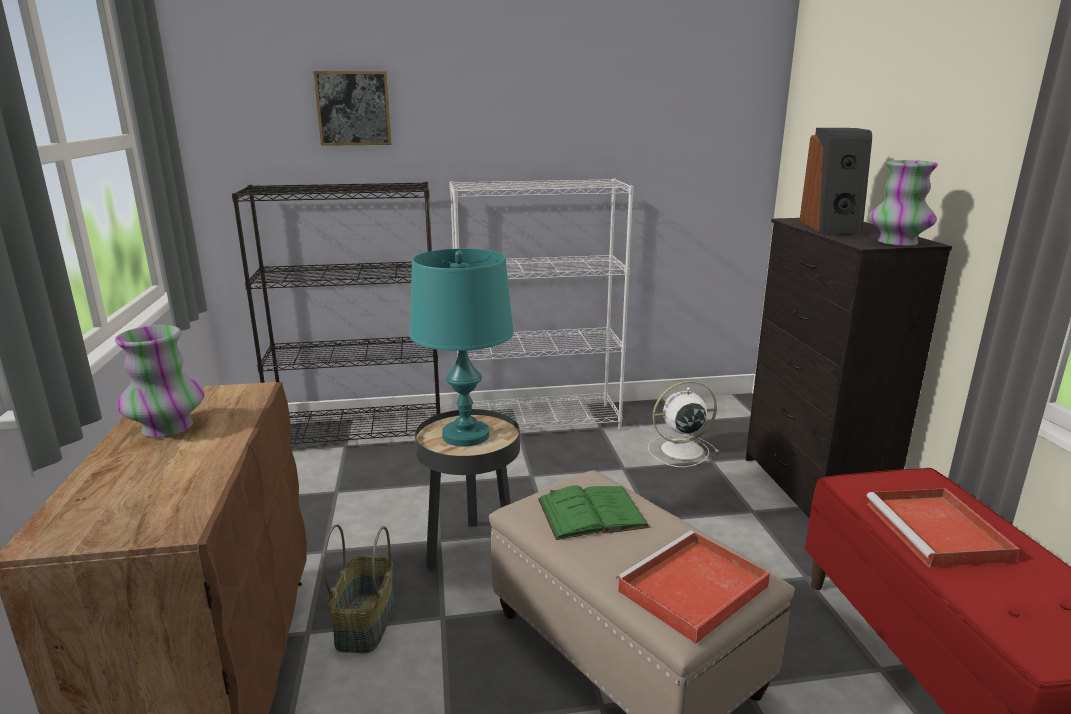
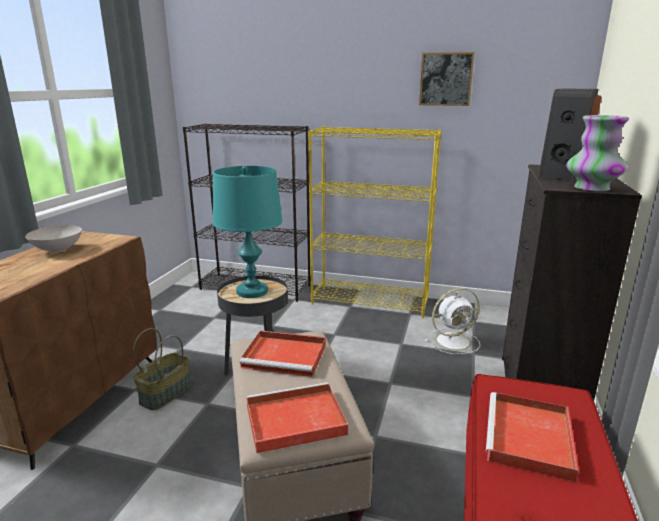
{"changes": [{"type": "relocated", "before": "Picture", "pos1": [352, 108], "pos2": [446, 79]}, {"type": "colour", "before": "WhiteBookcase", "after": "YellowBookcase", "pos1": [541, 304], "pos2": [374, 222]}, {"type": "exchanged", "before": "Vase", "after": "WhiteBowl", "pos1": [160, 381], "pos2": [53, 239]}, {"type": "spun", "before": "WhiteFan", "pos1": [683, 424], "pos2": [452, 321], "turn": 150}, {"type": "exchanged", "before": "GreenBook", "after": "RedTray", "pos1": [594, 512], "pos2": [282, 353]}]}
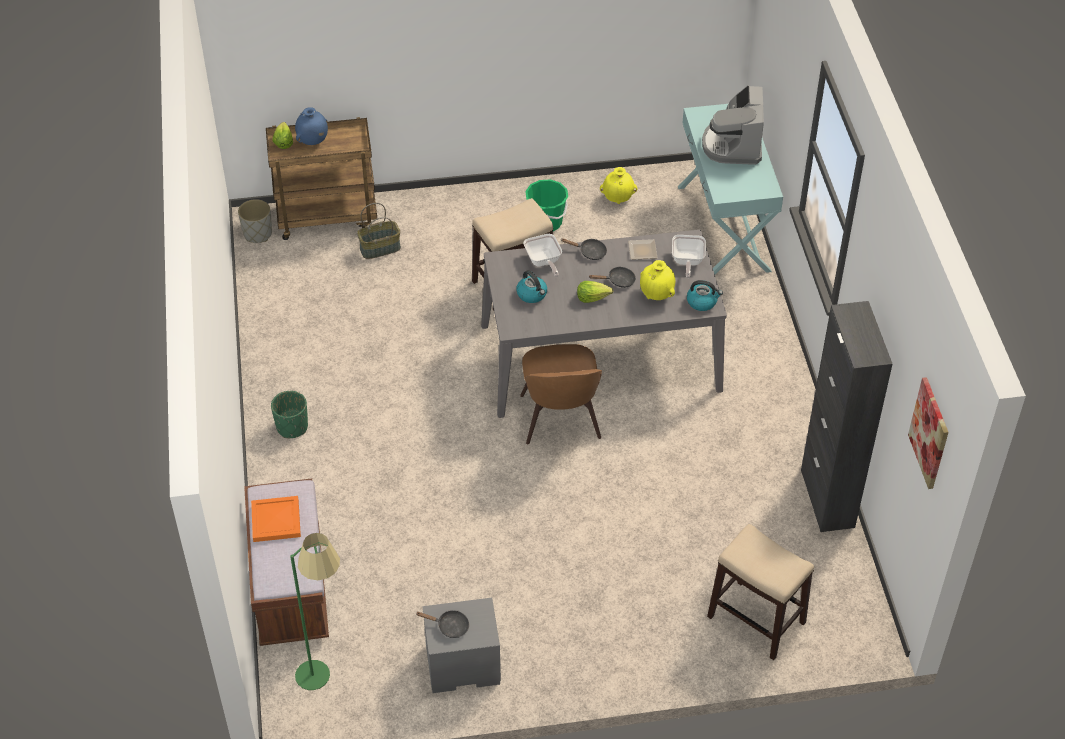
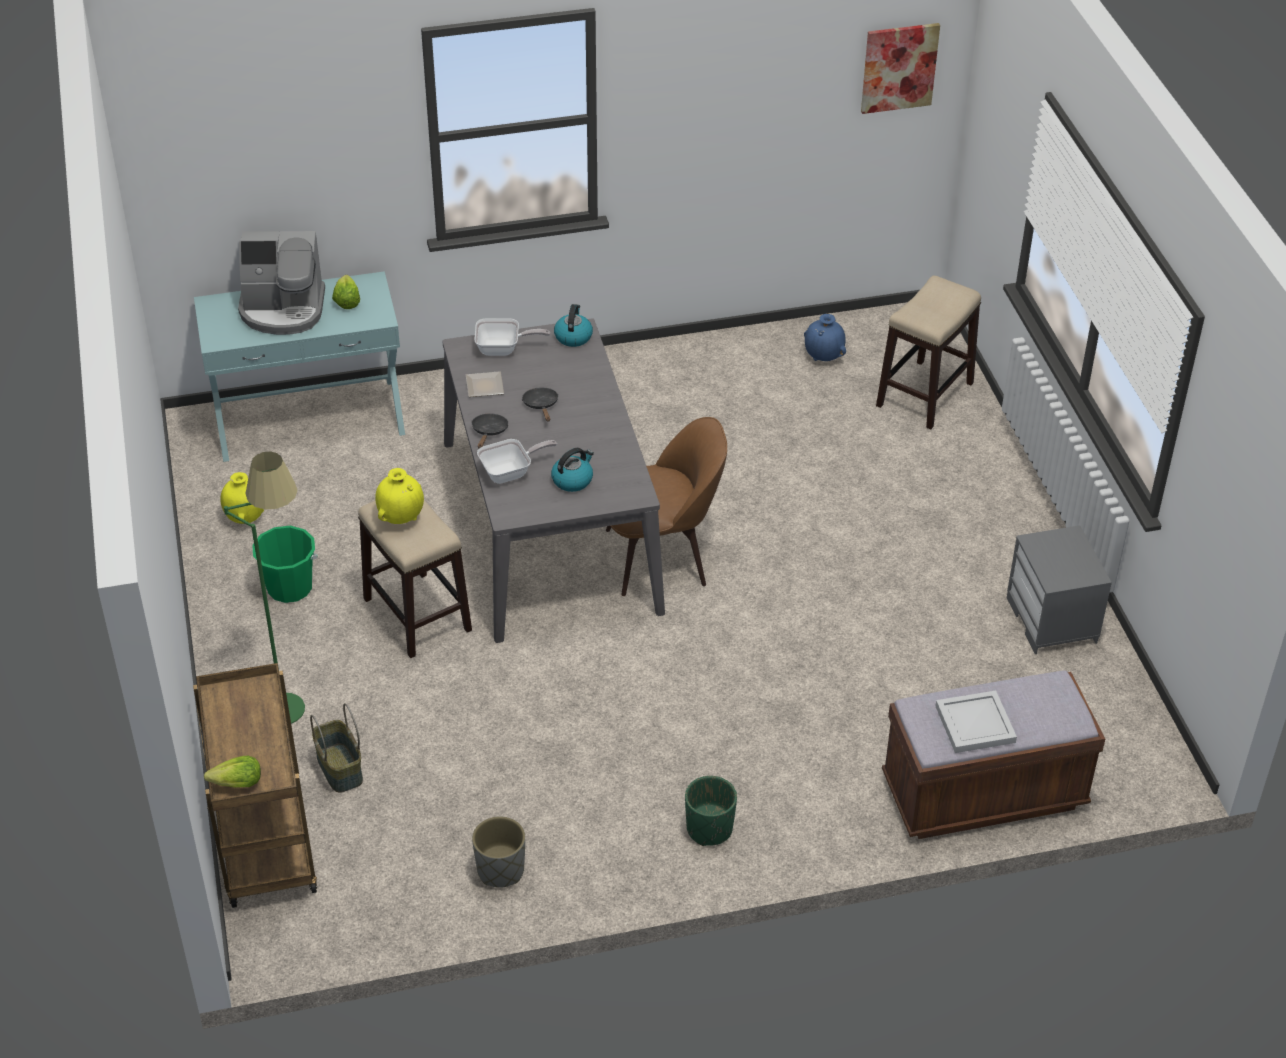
{"changes": [{"type": "relocated", "before": "BlueVase", "pos1": [311, 126], "pos2": [825, 337]}, {"type": "relocated", "before": "GreyPlanter", "pos1": [255, 221], "pos2": [498, 852]}, {"type": "relocated", "before": "YellowVase", "pos1": [657, 280], "pos2": [399, 496]}, {"type": "relocated", "before": "Lettuce", "pos1": [595, 292], "pos2": [346, 292]}, {"type": "missing", "before": "BlackCabinet", "pos1": [846, 416]}, {"type": "colour", "before": "OrangeTray", "after": "WhiteTray", "pos1": [276, 519], "pos2": [976, 722]}, {"type": "relocated", "before": "GreenFloorLamp", "pos1": [315, 611], "pos2": [264, 587]}, {"type": "missing", "before": "BlackFryingPan", "pos1": [442, 624]}]}
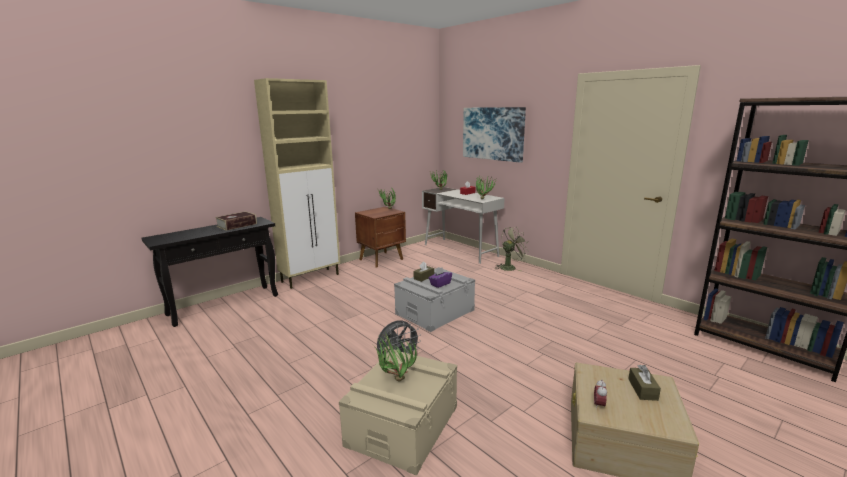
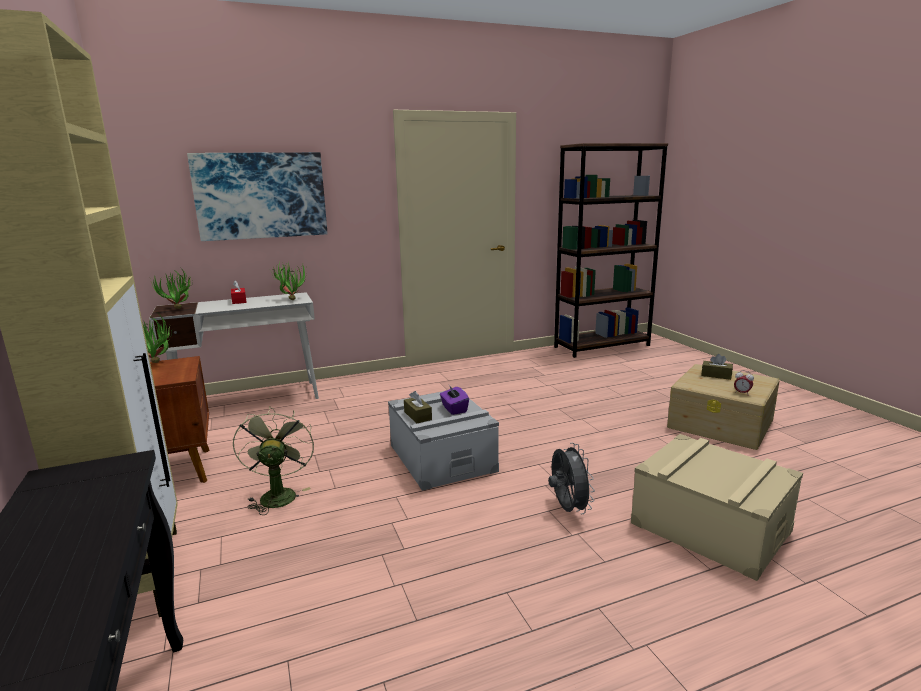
{"changes": [{"type": "missing", "before": "Book", "pos1": [236, 221]}, {"type": "relocated", "before": "GreenFan", "pos1": [512, 249], "pos2": [273, 460]}, {"type": "missing", "before": "PottedPlant", "pos1": [395, 357]}]}
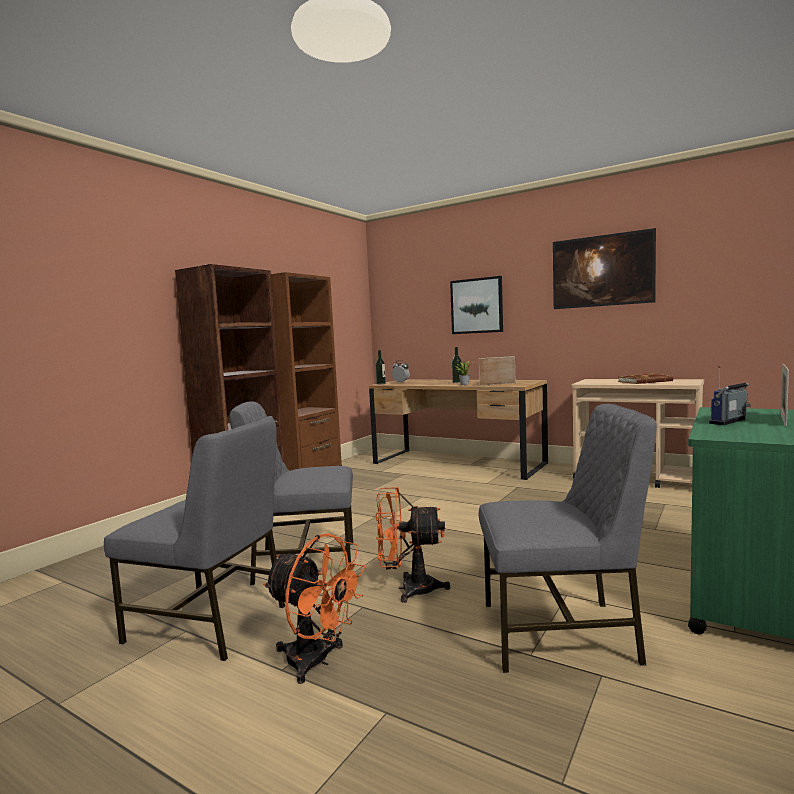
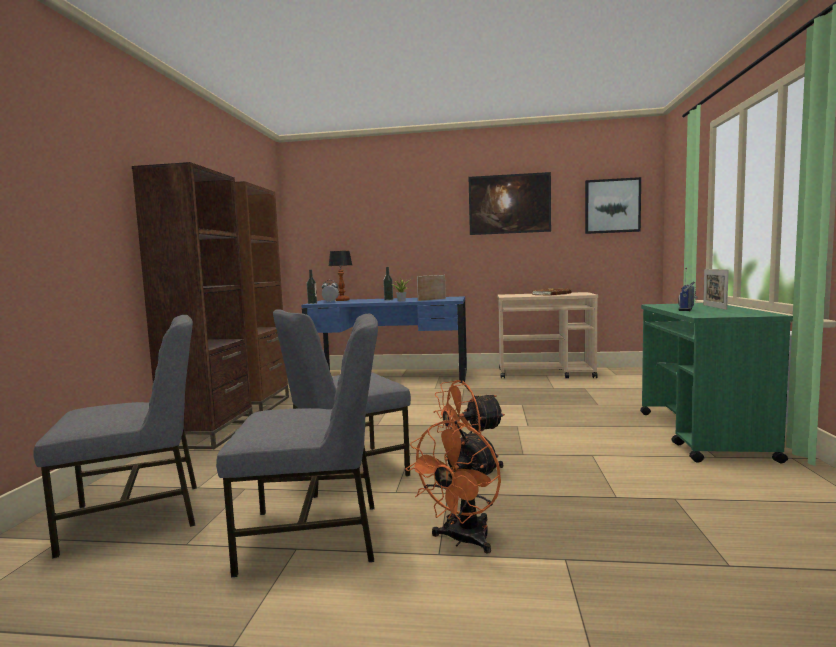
{"changes": [{"type": "relocated", "before": "Picture", "pos1": [476, 305], "pos2": [613, 205]}, {"type": "colour", "before": "BrownDesk", "after": "BlueDesk", "pos1": [458, 430], "pos2": [384, 339]}, {"type": "relocated", "before": "GreyChair", "pos1": [567, 538], "pos2": [115, 437]}, {"type": "spun", "before": "OrangeFan", "pos1": [314, 608], "pos2": [453, 487], "turn": 120}, {"type": "appeared", "after": "TableLamp", "pos2": [340, 276]}]}
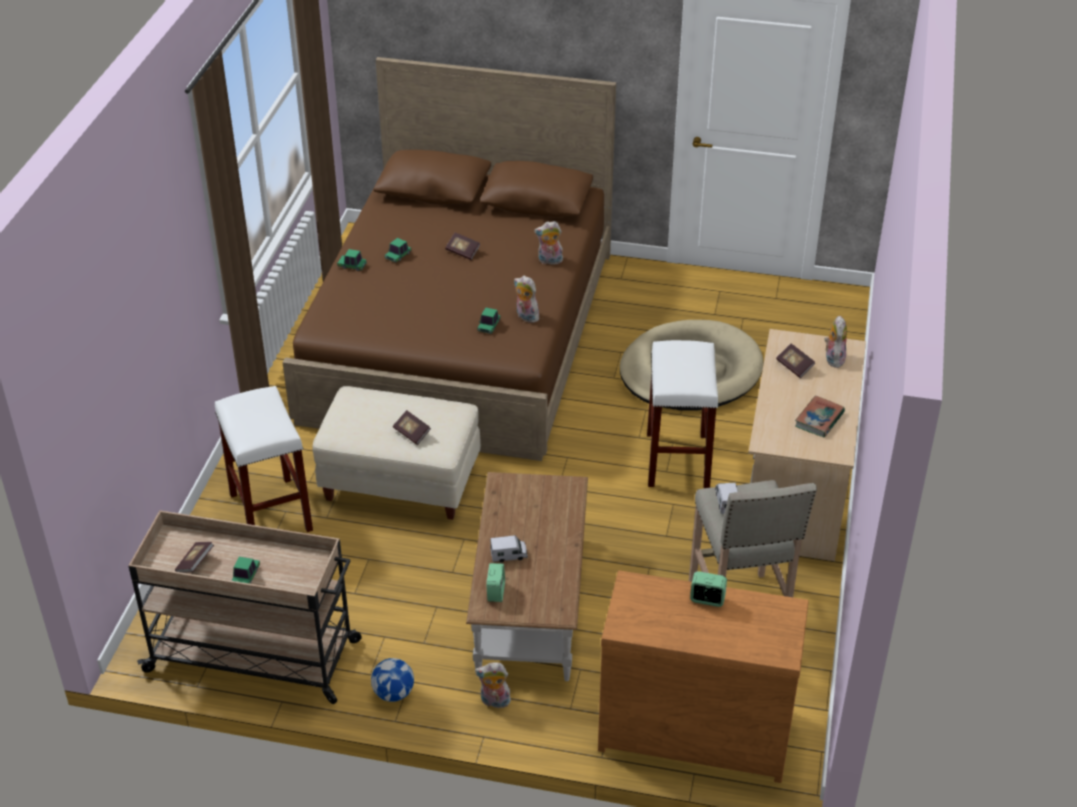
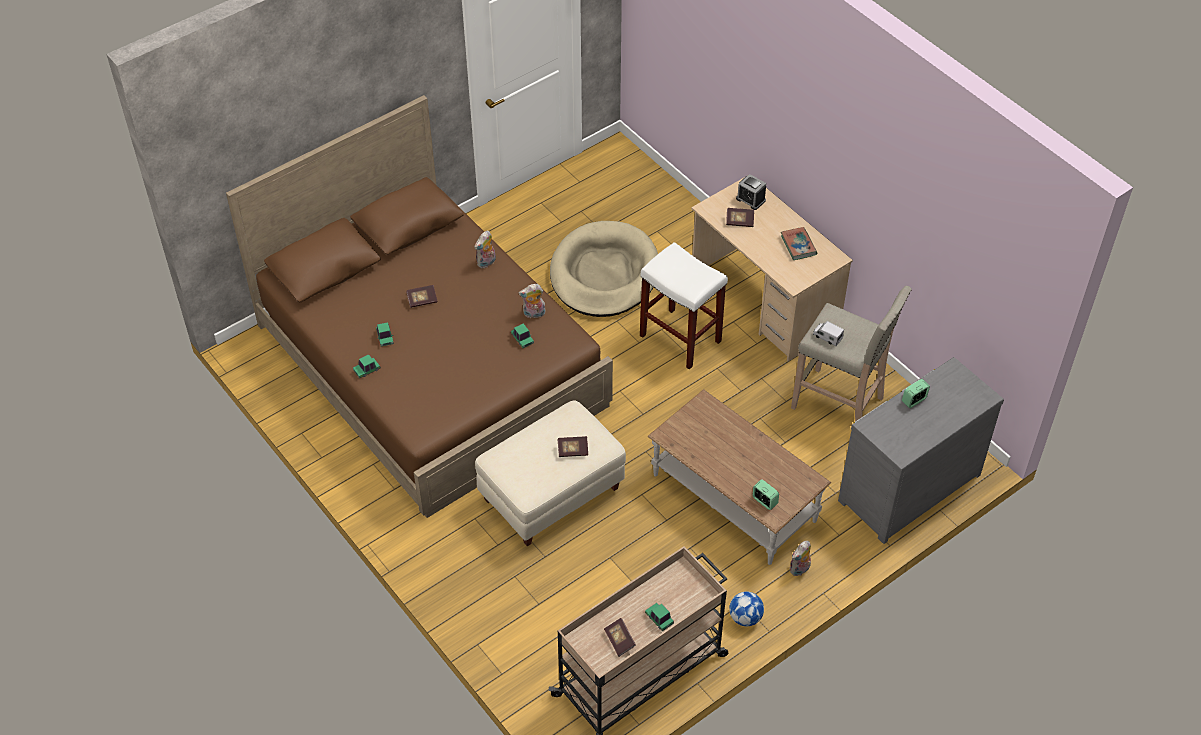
{"changes": [{"type": "exchanged", "before": "PlushToy", "after": "AlarmClock", "pos1": [835, 342], "pos2": [751, 192]}, {"type": "missing", "before": "WhiteStool", "pos1": [264, 459]}, {"type": "missing", "before": "ToyTruck", "pos1": [509, 549]}, {"type": "colour", "before": "BrownDresser", "after": "GreyDresser", "pos1": [703, 676], "pos2": [921, 450]}]}
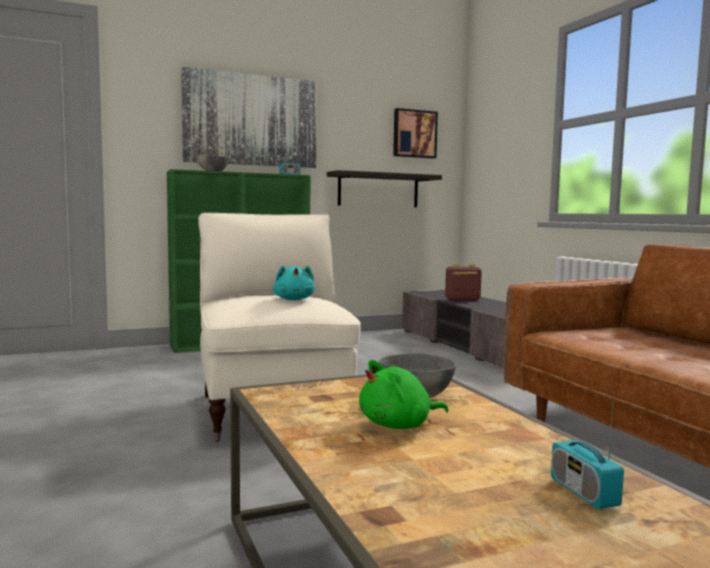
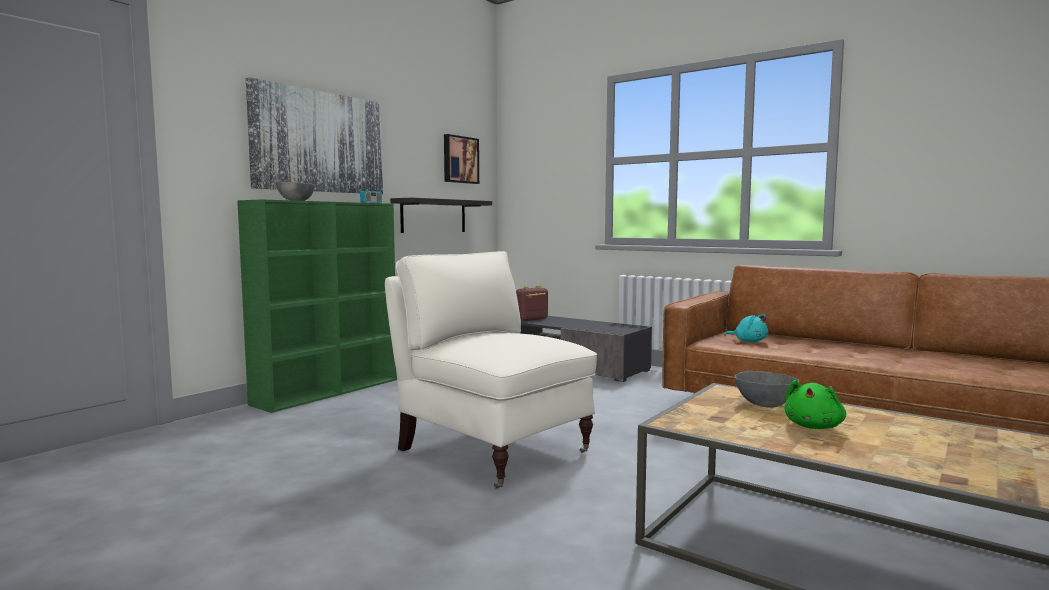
{"changes": [{"type": "relocated", "before": "TurquoisePlushToy", "pos1": [294, 282], "pos2": [746, 328]}, {"type": "missing", "before": "Radio", "pos1": [587, 448]}]}
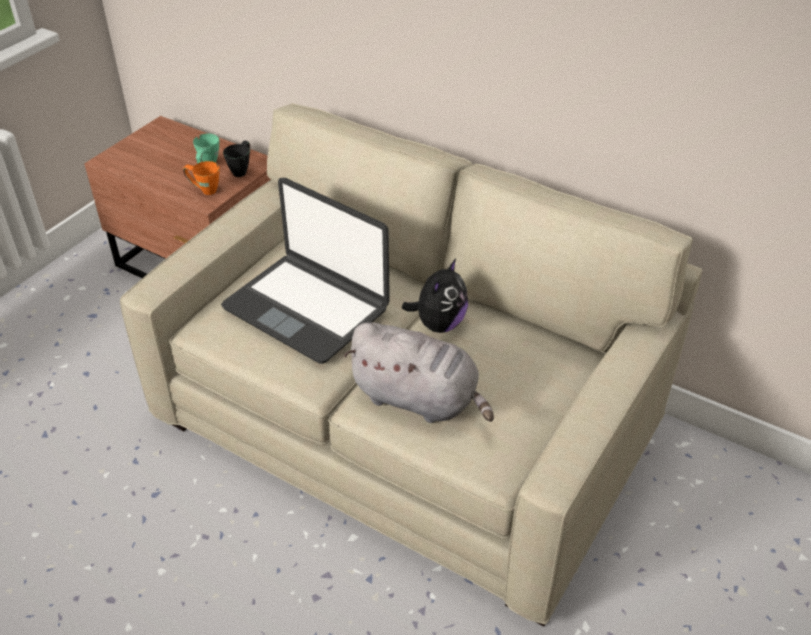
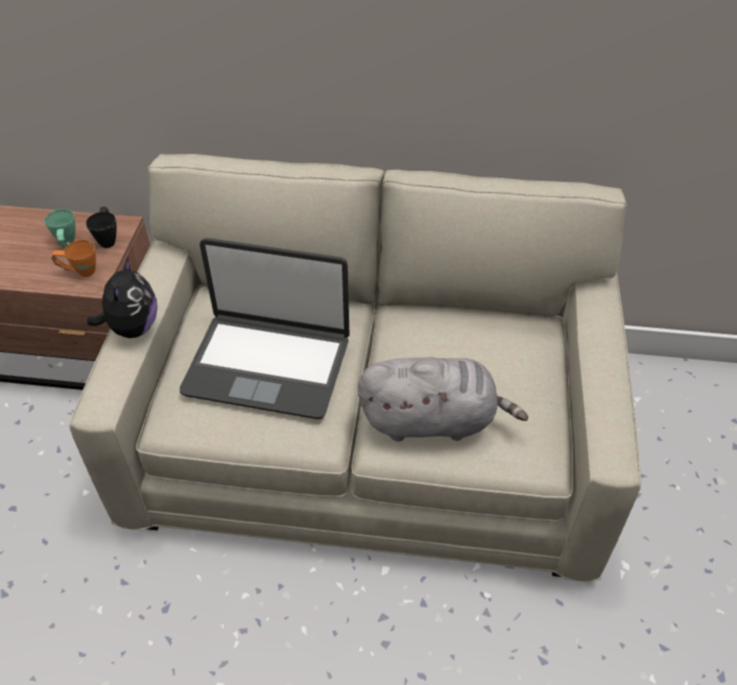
{"changes": [{"type": "relocated", "before": "PlushToy", "pos1": [435, 295], "pos2": [122, 297]}]}
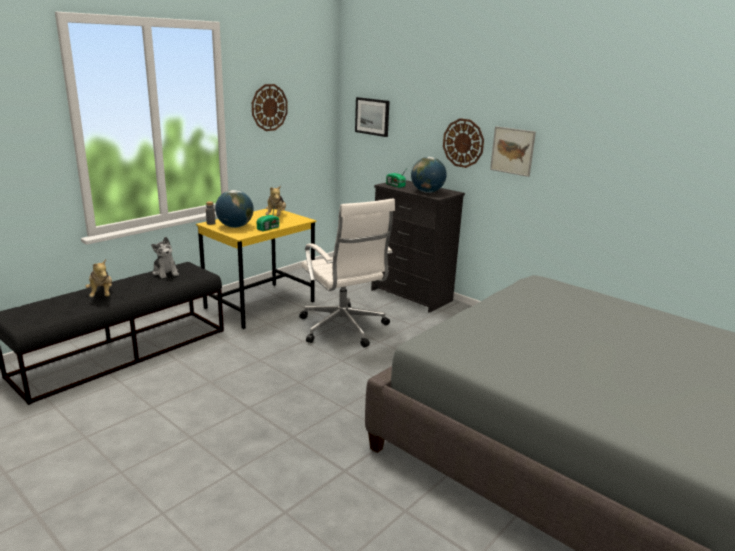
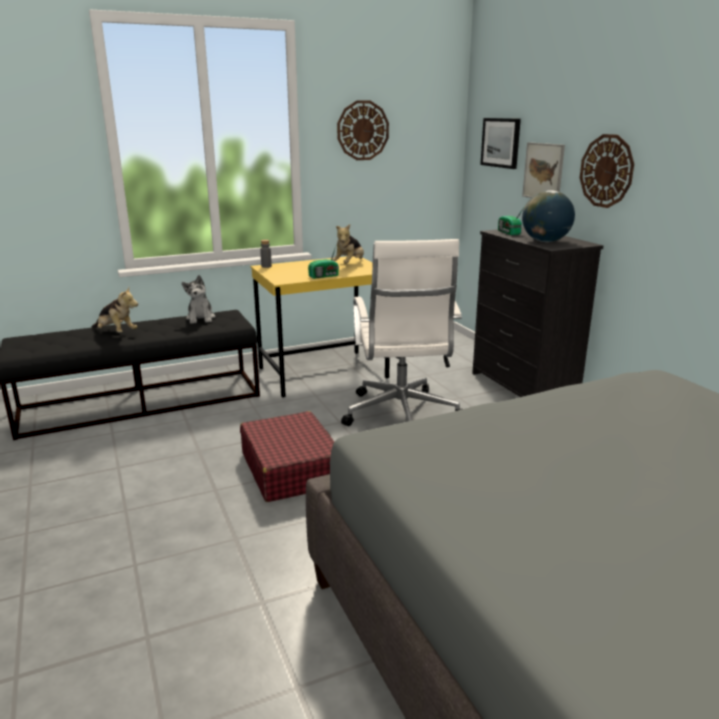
{"changes": [{"type": "relocated", "before": "Picture", "pos1": [513, 151], "pos2": [543, 170]}, {"type": "missing", "before": "Globe", "pos1": [234, 209]}, {"type": "spun", "before": "PlushToy", "pos1": [99, 278], "pos2": [114, 310], "turn": -60}, {"type": "appeared", "after": "RedSuitcase", "pos2": [287, 456]}]}
